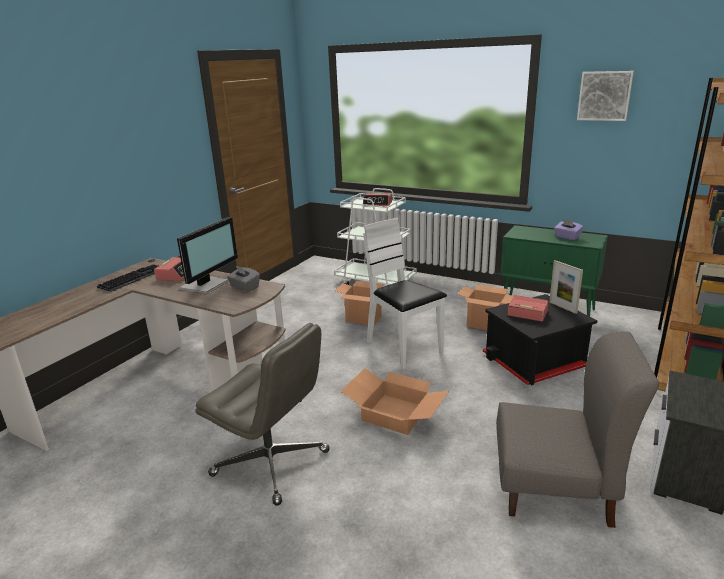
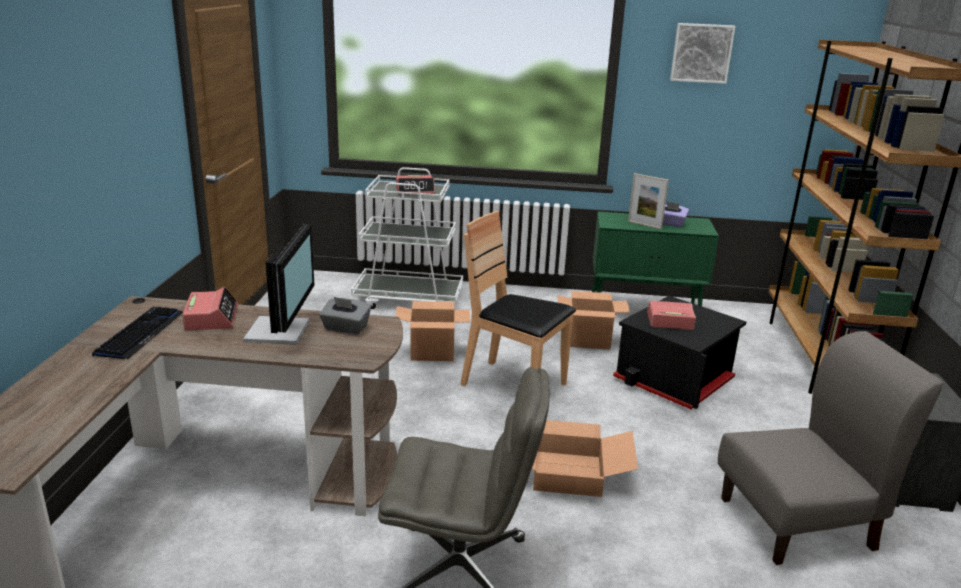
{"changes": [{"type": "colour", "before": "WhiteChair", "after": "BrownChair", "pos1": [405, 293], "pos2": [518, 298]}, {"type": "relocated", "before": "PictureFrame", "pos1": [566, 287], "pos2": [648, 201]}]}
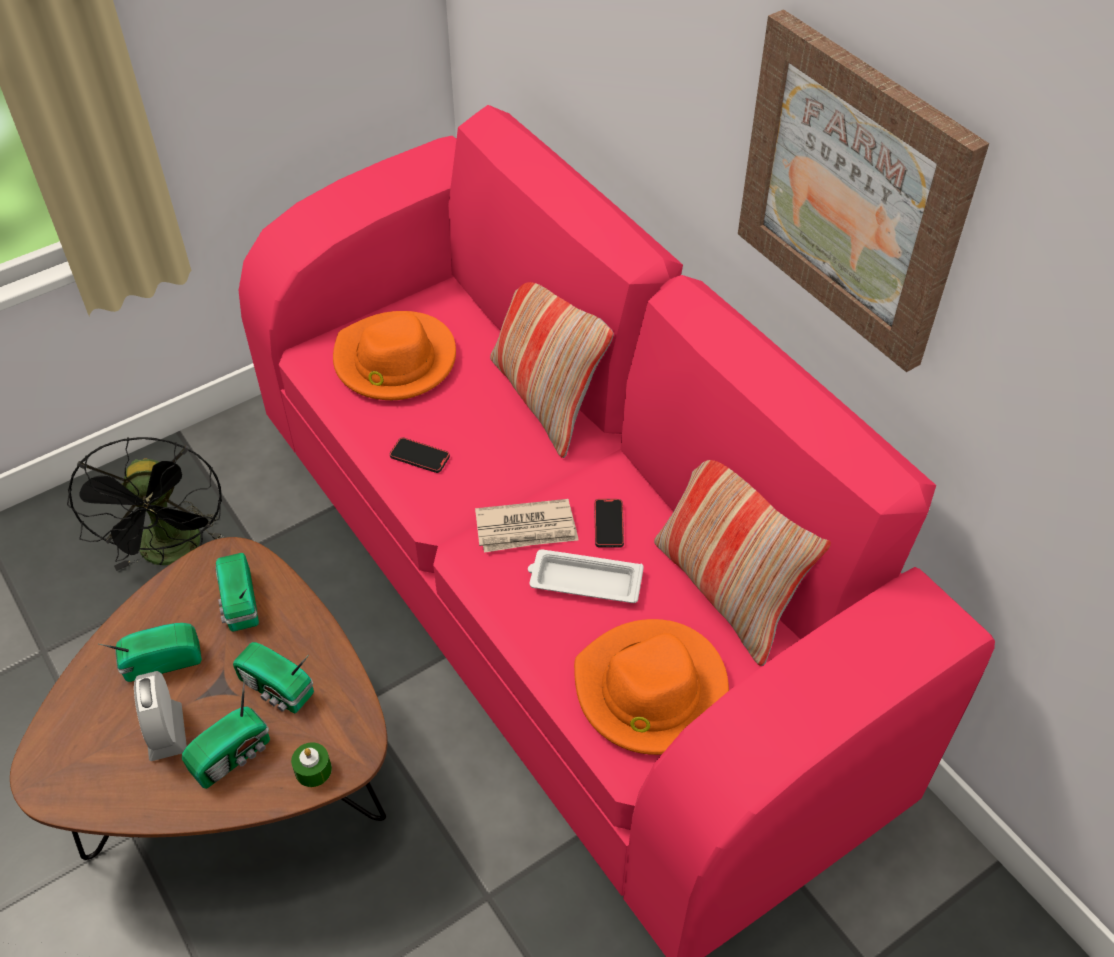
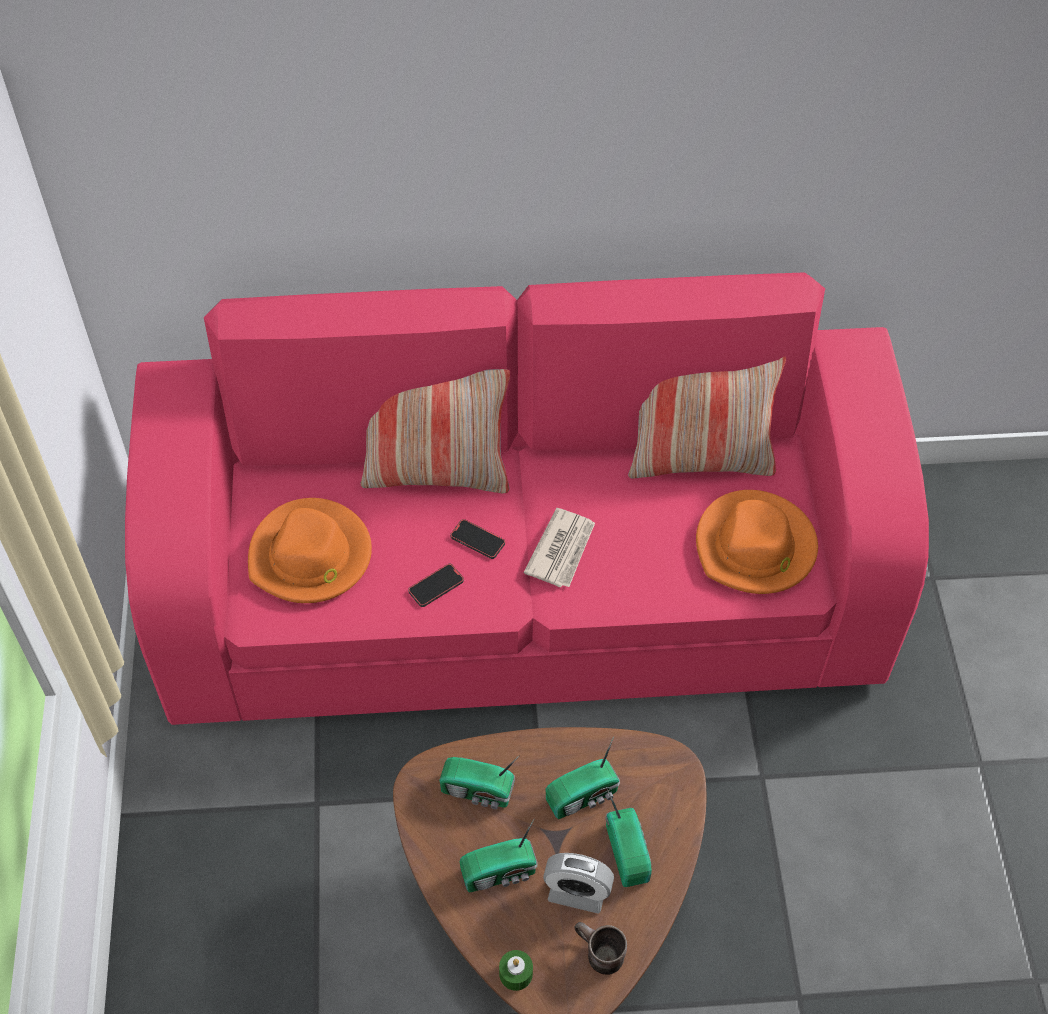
{"changes": [{"type": "missing", "before": "Picture", "pos1": [863, 191]}, {"type": "missing", "before": "BlackFan", "pos1": [145, 504]}, {"type": "relocated", "before": "Phone", "pos1": [609, 523], "pos2": [477, 539]}, {"type": "missing", "before": "WhiteTray", "pos1": [586, 576]}, {"type": "spun", "before": "Radio", "pos1": [150, 652], "pos2": [498, 855], "turn": -120}, {"type": "relocated", "before": "GreenCandle", "pos1": [311, 764], "pos2": [516, 970]}, {"type": "appeared", "after": "BrownMug", "pos2": [600, 948]}]}
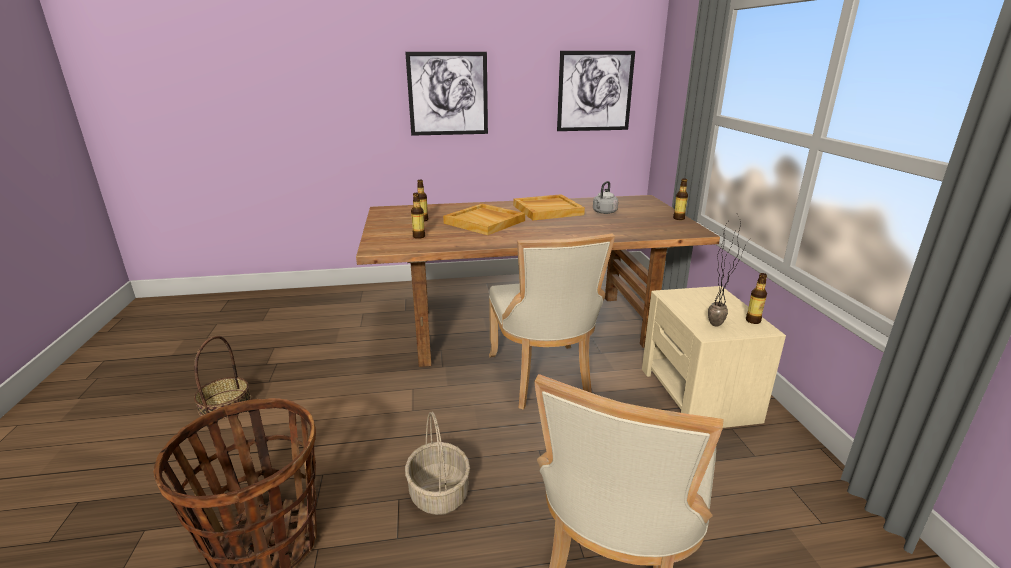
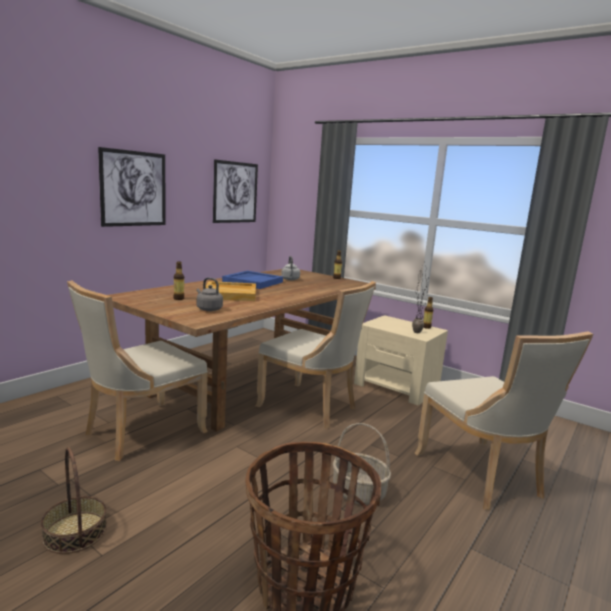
{"changes": [{"type": "exchanged", "before": "Bottle", "after": "GreyKettle", "pos1": [418, 216], "pos2": [209, 294]}, {"type": "colour", "before": "BeigeTray", "after": "BlueTray", "pos1": [549, 207], "pos2": [252, 280]}, {"type": "appeared", "after": "BeigeChair", "pos2": [137, 371]}]}
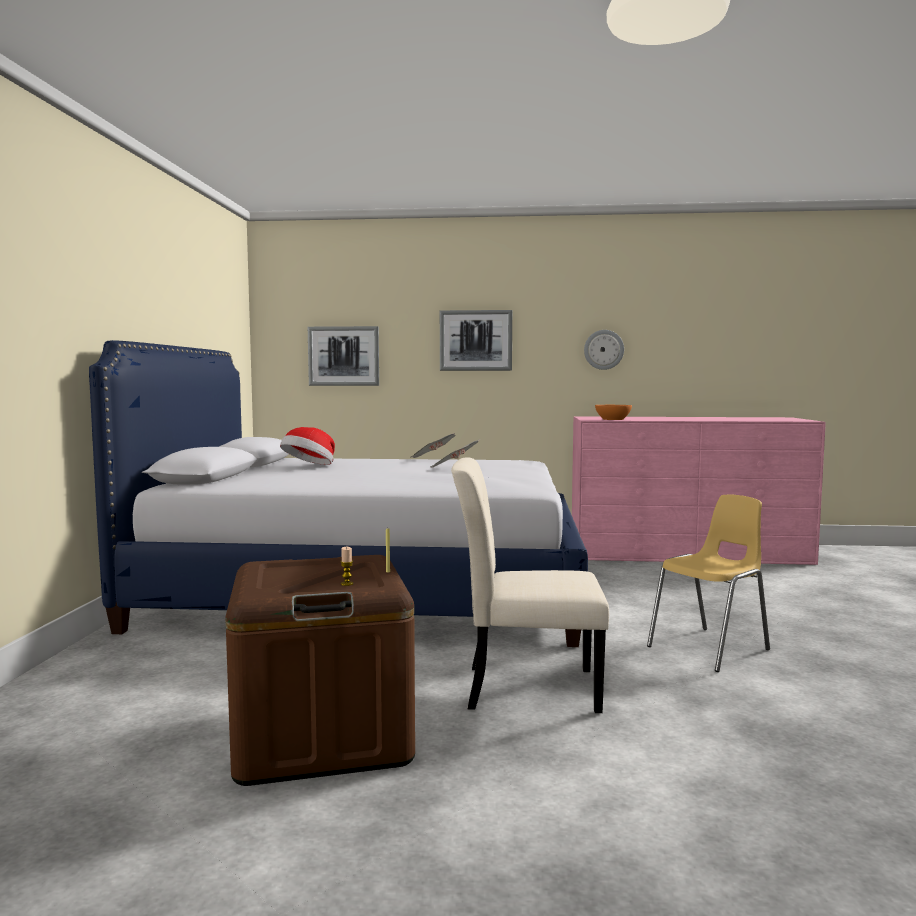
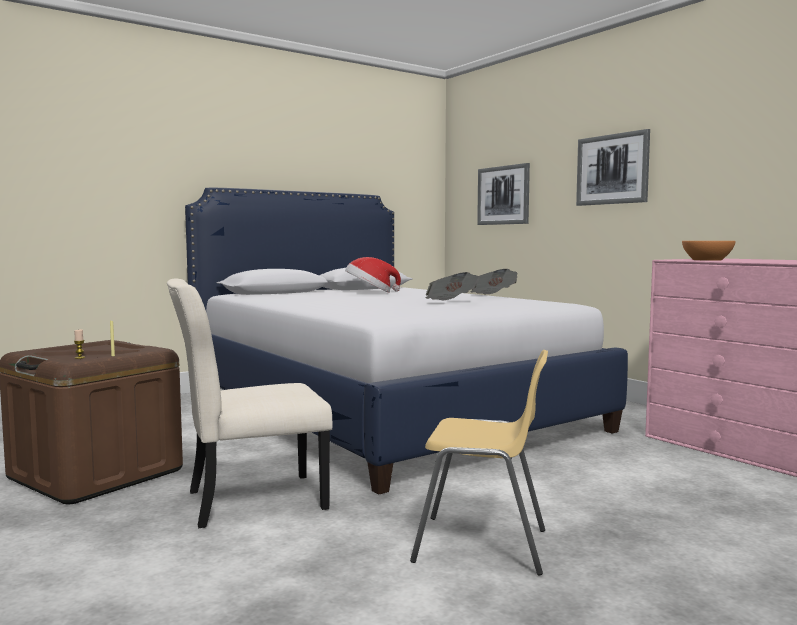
{"changes": [{"type": "missing", "before": "WallClock", "pos1": [604, 350]}, {"type": "spun", "before": "BeigeChair", "pos1": [530, 585], "pos2": [249, 403], "turn": -75}]}
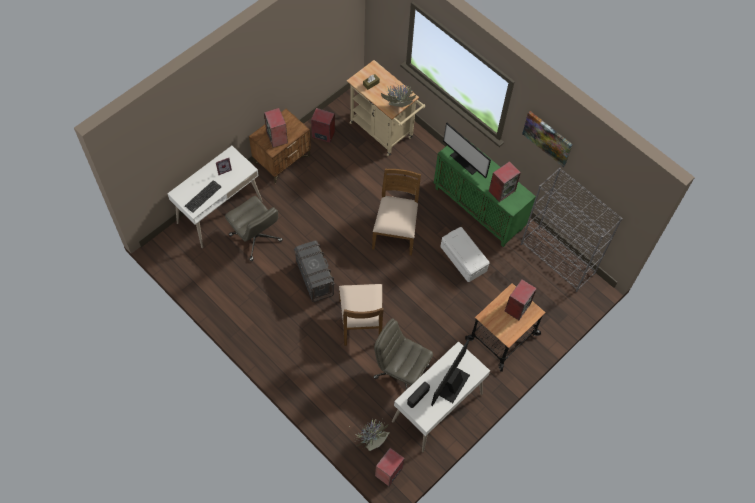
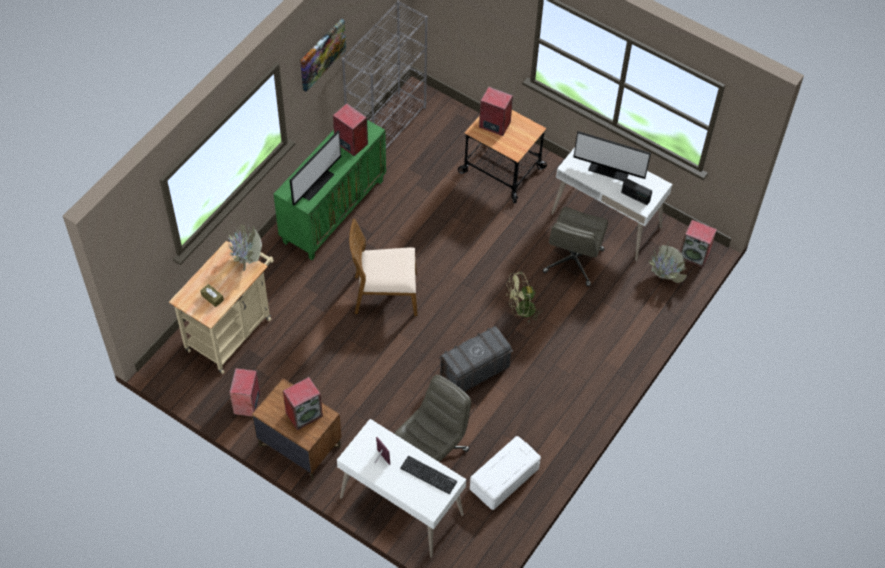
{"changes": [{"type": "relocated", "before": "WhiteStorageBox", "pos1": [465, 254], "pos2": [505, 473]}, {"type": "exchanged", "before": "BrownChair", "after": "GreenFan", "pos1": [361, 315], "pos2": [523, 298]}]}
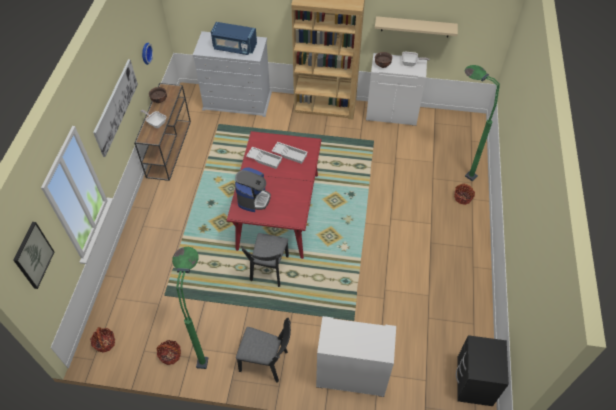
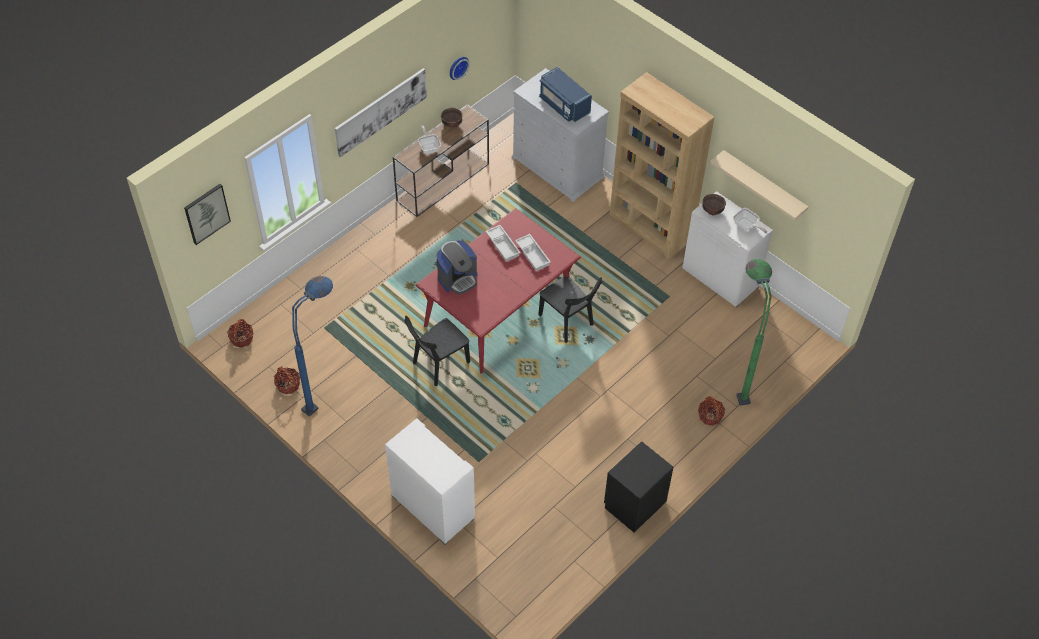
{"changes": [{"type": "colour", "before": "GreenFloorLamp", "after": "BlueFloorLamp", "pos1": [190, 308], "pos2": [312, 346]}, {"type": "relocated", "before": "BlackChair", "pos1": [263, 350], "pos2": [570, 310]}, {"type": "relocated", "before": "BlackNightstand", "pos1": [482, 370], "pos2": [638, 486]}]}
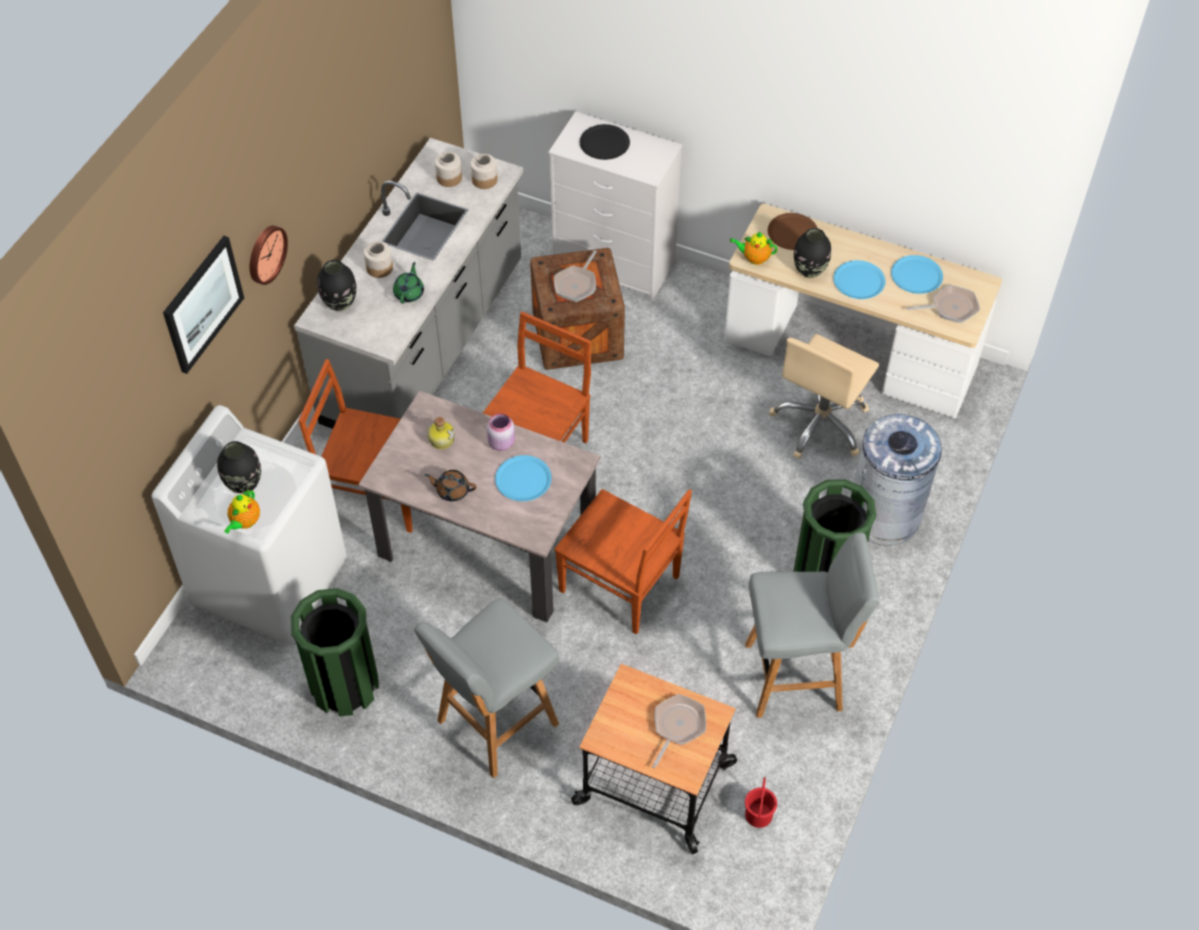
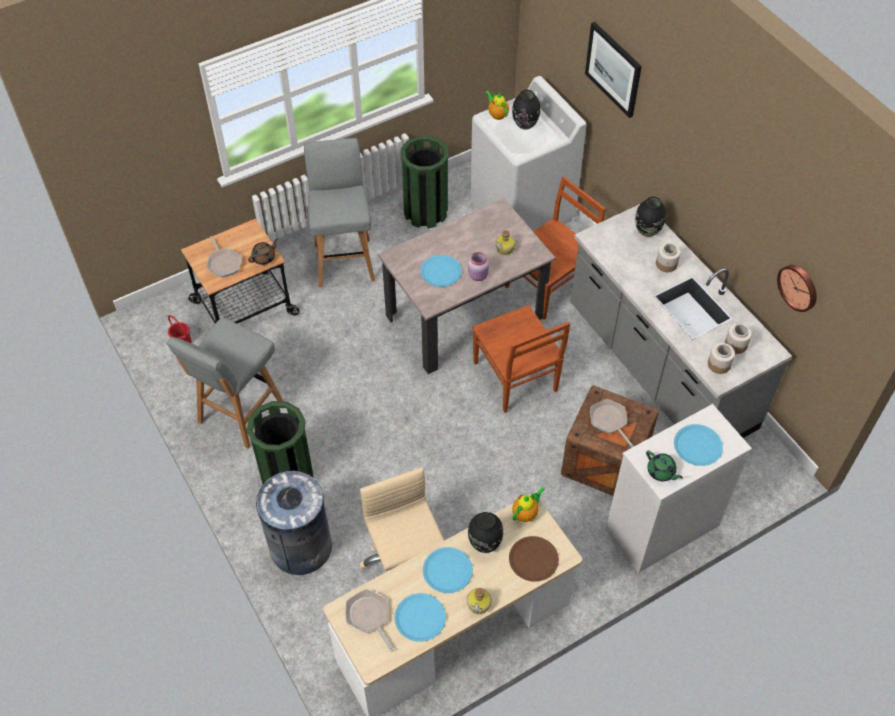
{"changes": [{"type": "colour", "before": "BlackPlate", "after": "BluePlate", "pos1": [605, 142], "pos2": [698, 445]}, {"type": "relocated", "before": "WallClock", "pos1": [269, 255], "pos2": [797, 288]}, {"type": "relocated", "before": "GreenTeapot", "pos1": [408, 283], "pos2": [664, 465]}, {"type": "spun", "before": "FryingPan", "pos1": [943, 304], "pos2": [369, 620], "turn": 120}, {"type": "relocated", "before": "BrownTeapot", "pos1": [450, 485], "pos2": [263, 251]}, {"type": "missing", "before": "BrownChair", "pos1": [623, 562]}, {"type": "appeared", "after": "Bottle", "pos2": [479, 601]}]}
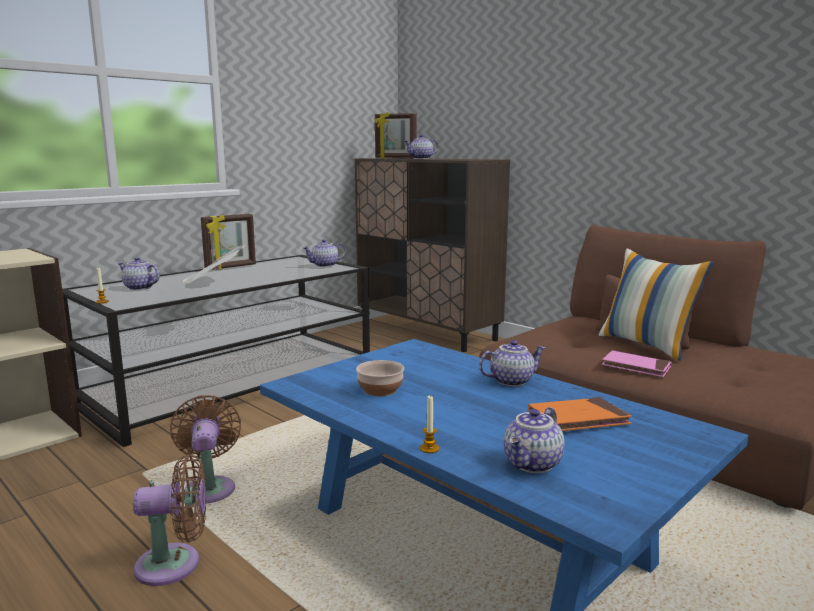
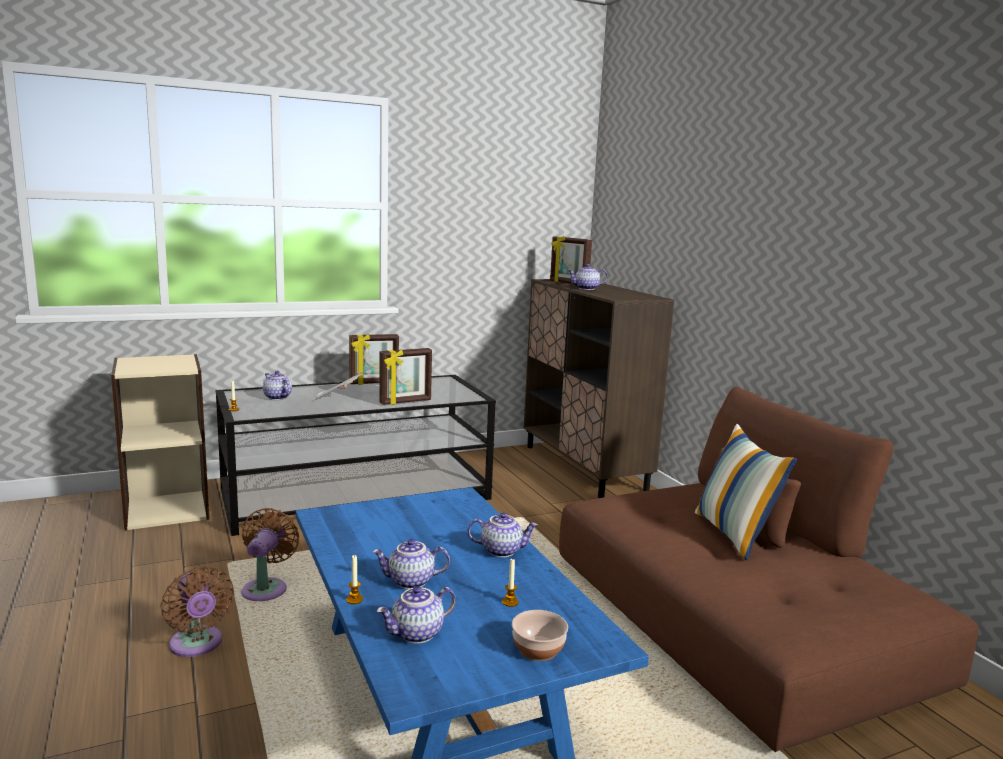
{"changes": [{"type": "relocated", "before": "Teapot", "pos1": [324, 253], "pos2": [411, 564]}, {"type": "missing", "before": "PinkBook", "pos1": [637, 364]}, {"type": "relocated", "before": "Bowl", "pos1": [380, 378], "pos2": [540, 635]}, {"type": "exchanged", "before": "OrangeBook", "after": "Candle", "pos1": [580, 414], "pos2": [510, 582]}, {"type": "spun", "before": "BrownFan", "pos1": [169, 520], "pos2": [197, 611], "turn": 45}, {"type": "appeared", "after": "PictureFrame", "pos2": [405, 376]}]}
